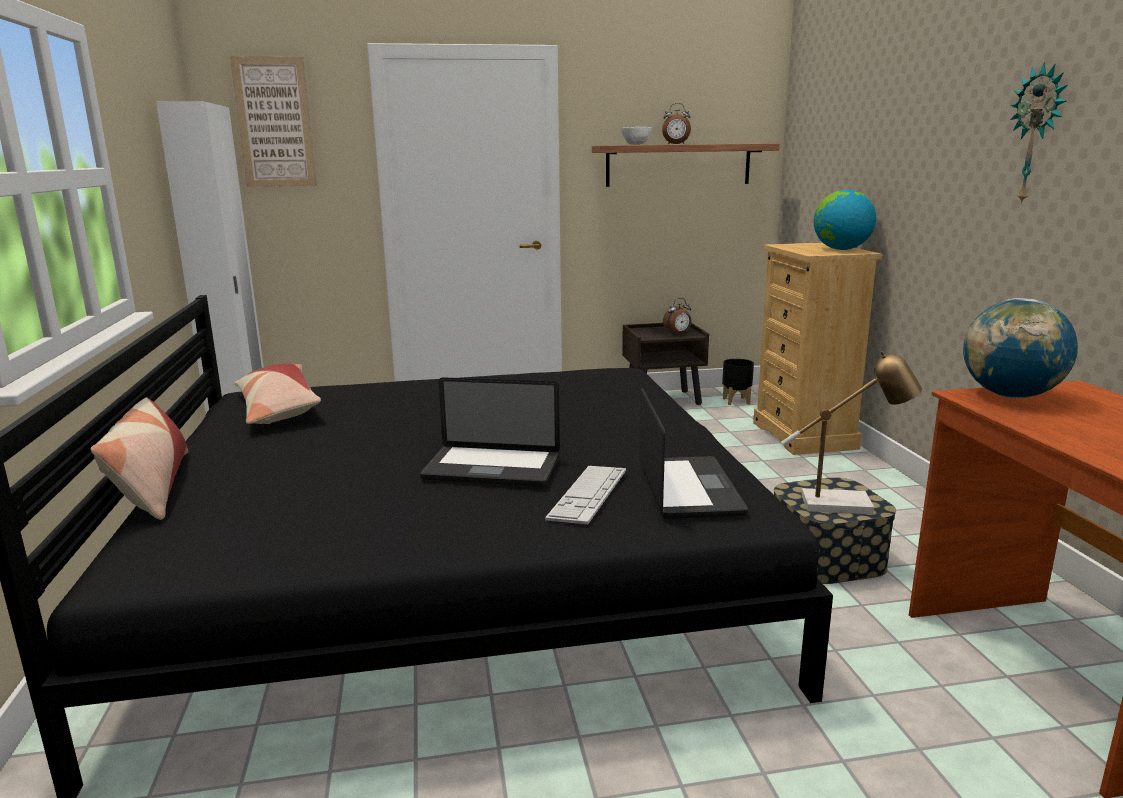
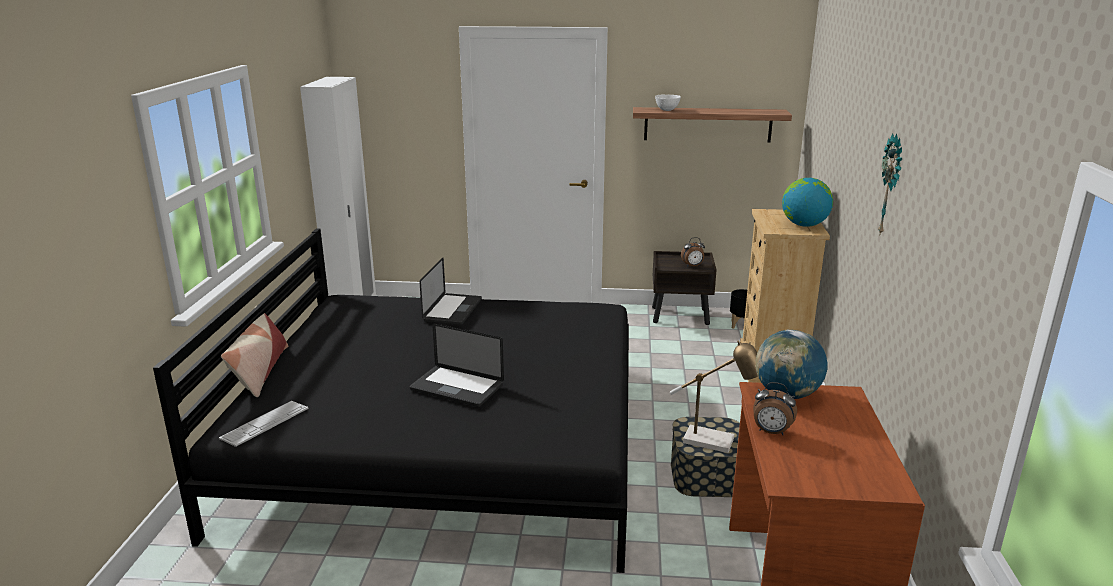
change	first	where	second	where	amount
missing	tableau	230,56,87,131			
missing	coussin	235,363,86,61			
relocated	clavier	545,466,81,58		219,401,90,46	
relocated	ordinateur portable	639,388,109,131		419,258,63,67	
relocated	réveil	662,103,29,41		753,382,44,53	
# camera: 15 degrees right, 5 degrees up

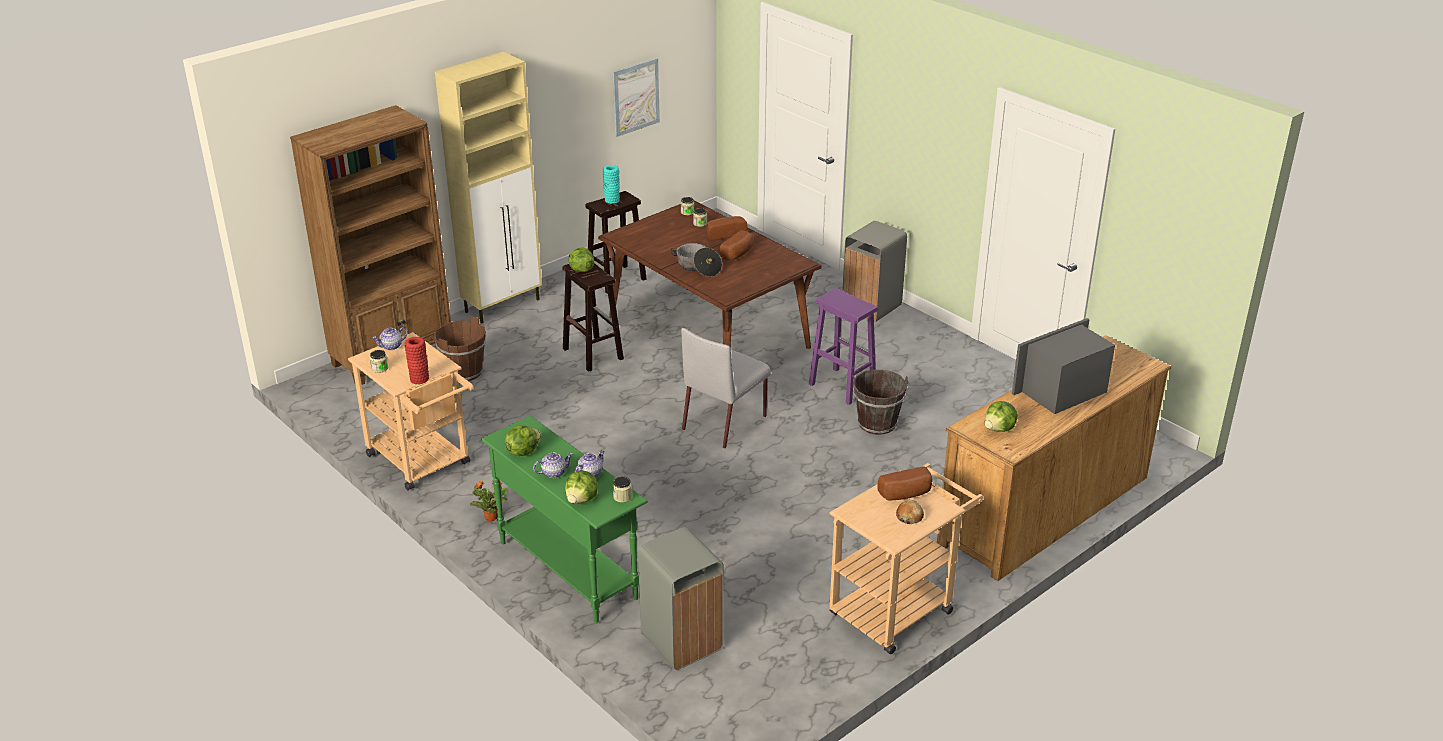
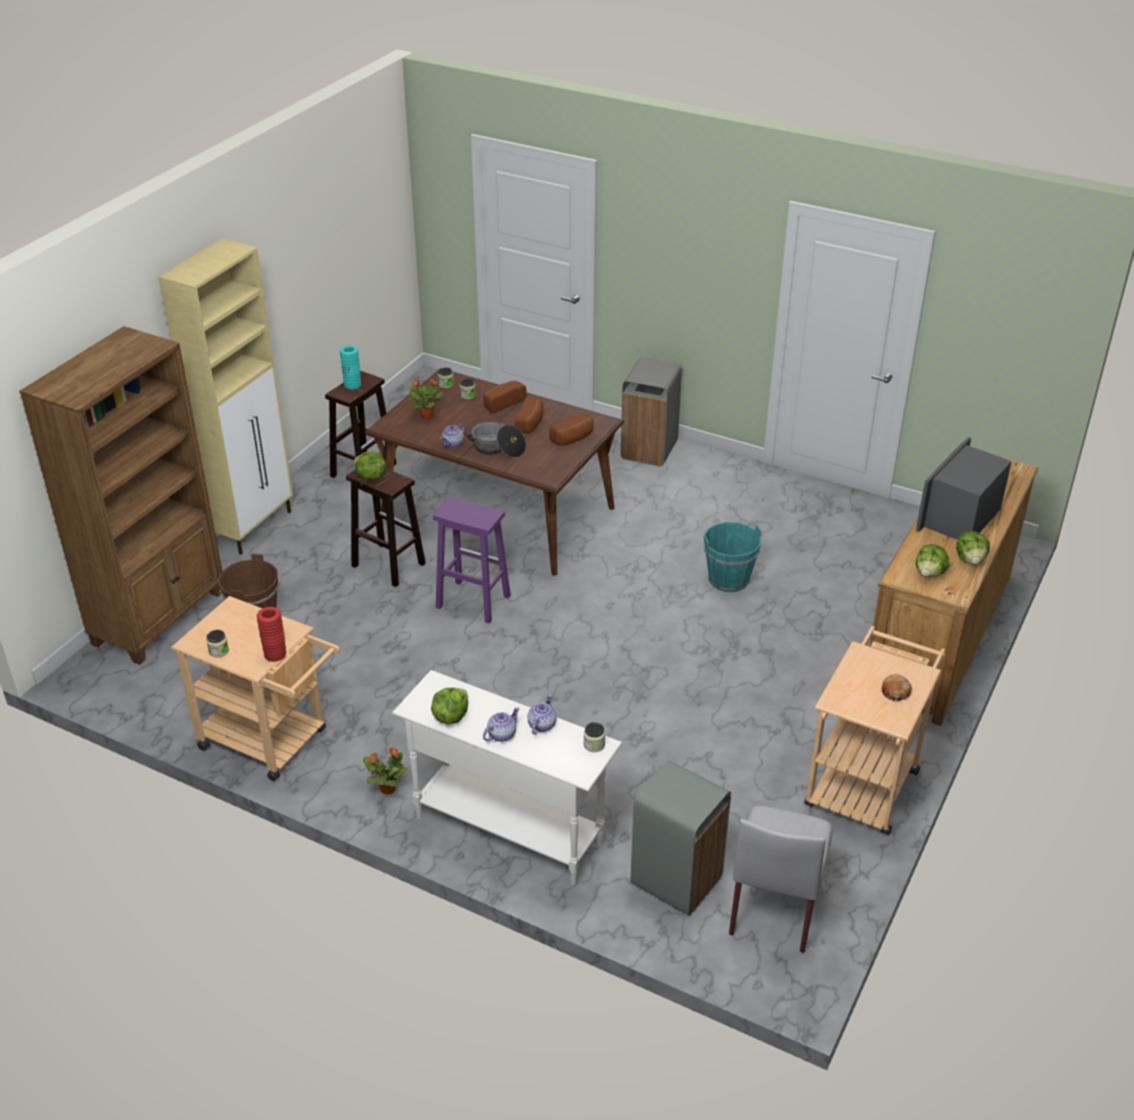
change	first	where	second	where	amount
relocated	théière	373,327,35,23		440,423,25,25	
colour	table console (vert)	481,416,167,207	table console (blanc)	392,670,230,215	
relocated	laitue	565,470,33,33		956,531,34,33	
missing	tableau	612,58,48,79			
relocated	chaise (gris)	681,328,90,121		729,805,104,148	
relocated	tabouret (violet)	809,288,69,117		433,497,78,127	
colour	seau (marron)	853,370,55,65	seau (turquoise)	704,522,58,70	
relocated	pain	877,467,55,33		549,412,44,34	
appeared			plante en pot	408,379,35,40	
# camera: 20 degrees left, 5 degrees up

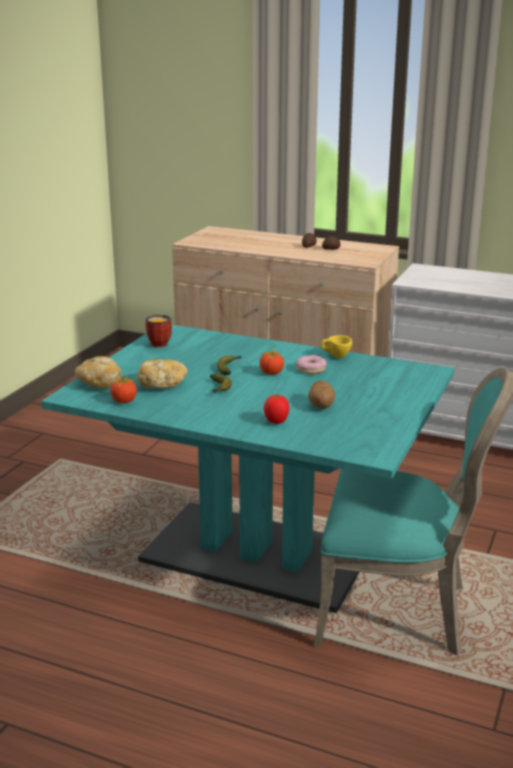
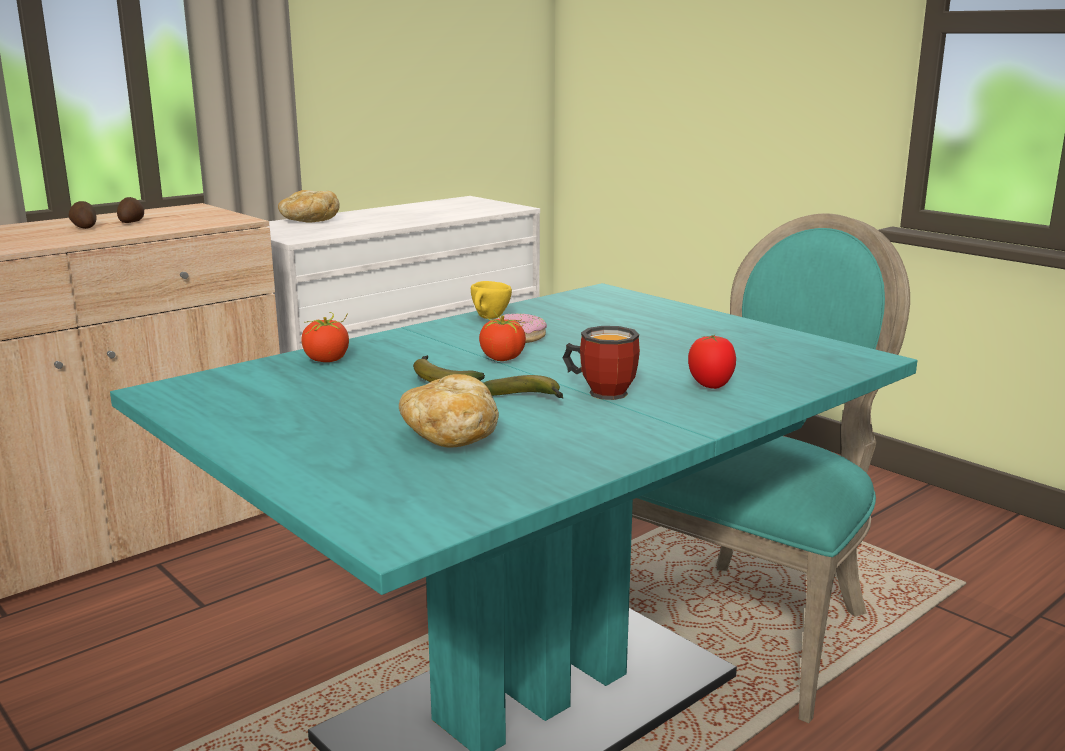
change	first	where	second	where	amount
relocated	pain	75,356,47,32		278,190,62,32	
relocated	tomate	110,378,27,25		301,312,48,50	
relocated	mug	146,315,26,33		563,326,77,74	
missing	pomme de terre	308,381,27,28			
# camera: 65 degrees left, 5 degrees down

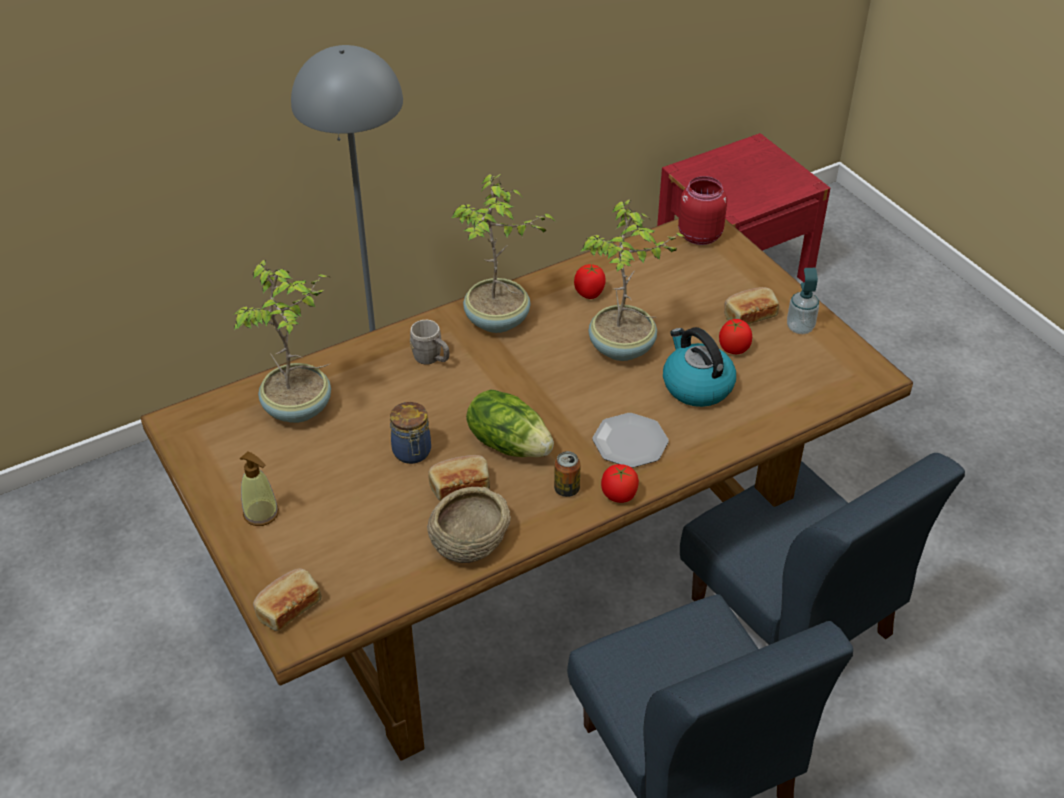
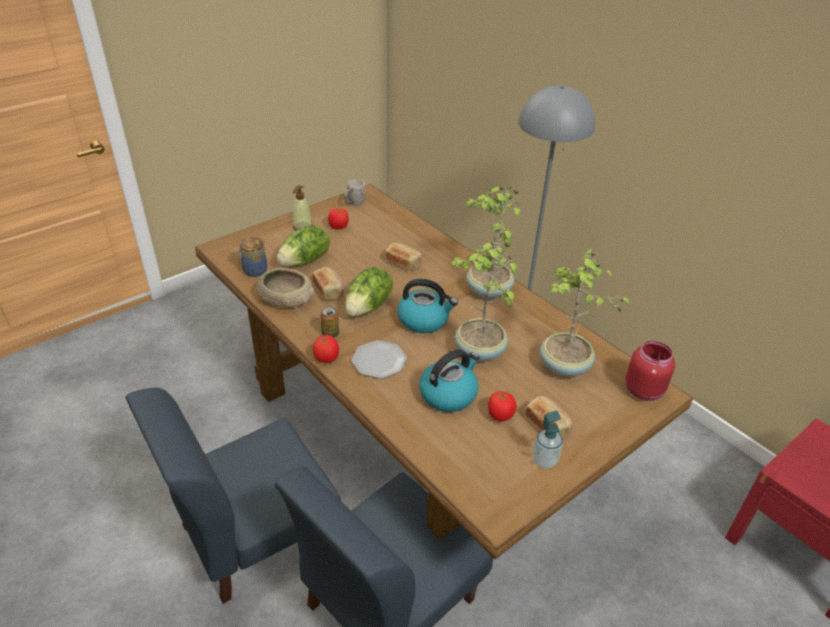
change	first	where	second	where	amount
relocated	plante en pot	233,260,98,163		540,250,90,127	
relocated	pain	253,568,69,63		385,243,38,28	
relocated	bocal	390,402,41,62		237,237,30,40	
relocated	mug (gris)	410,320,39,45		344,179,22,27	
relocated	tomate	574,264,32,35		328,208,21,22	
appeared			laitue	277,225,53,41	
appeared			bouilloire	397,279,61,54	
# camera: 80 degrees right, 5 degrees down

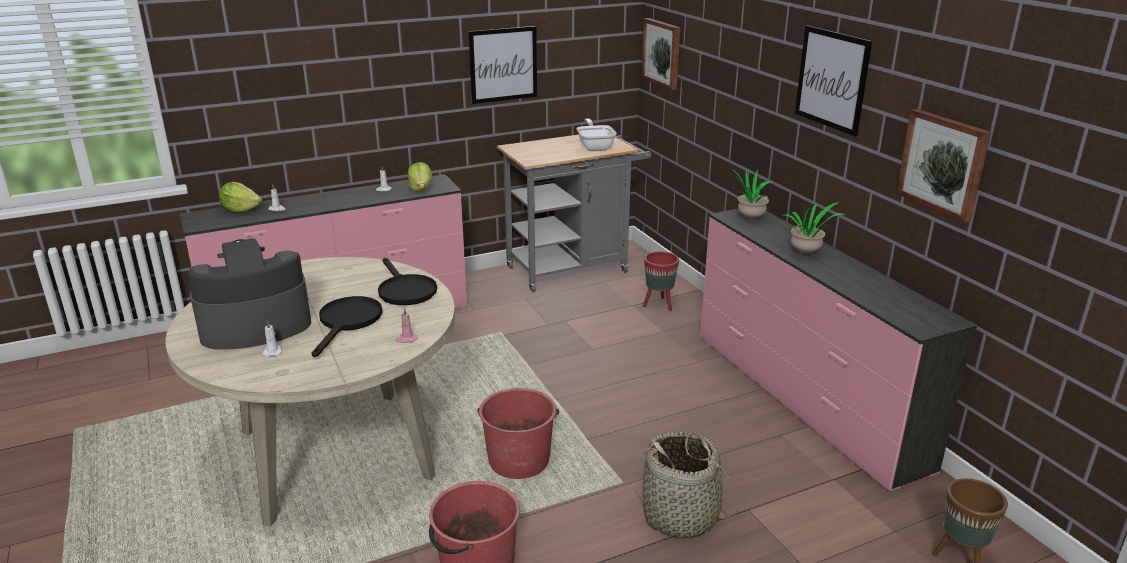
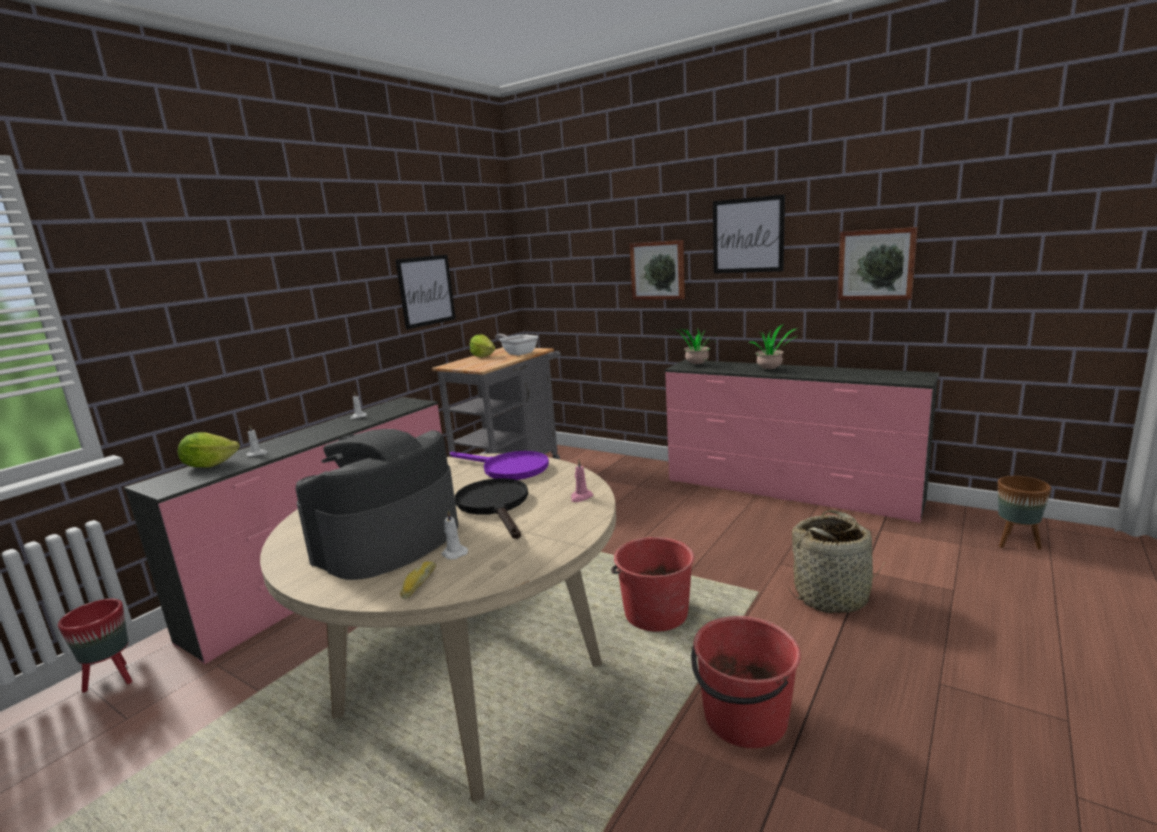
change	first	where	second	where	amount
colour	poêle (noir)	378,258,59,47	poêle (violet)	450,451,99,29	
relocated	laitue	408,162,25,30		470,335,25,23	
relocated	tableau	641,18,39,72		630,240,55,60	
relocated	cache-pot (rouge)	643,251,36,60		58,599,74,94	
appeared			pain	400,561,36,38	
# camera: 30 degrees left, 10 degrees down

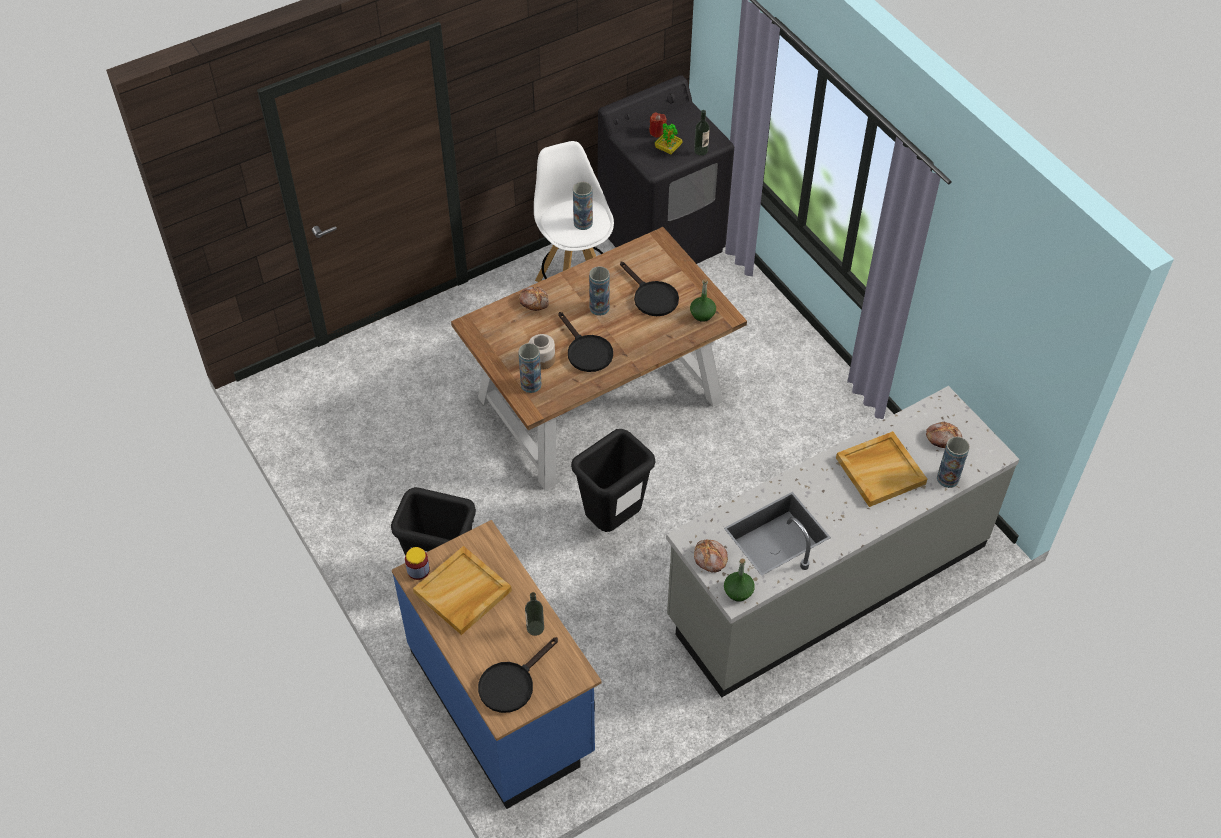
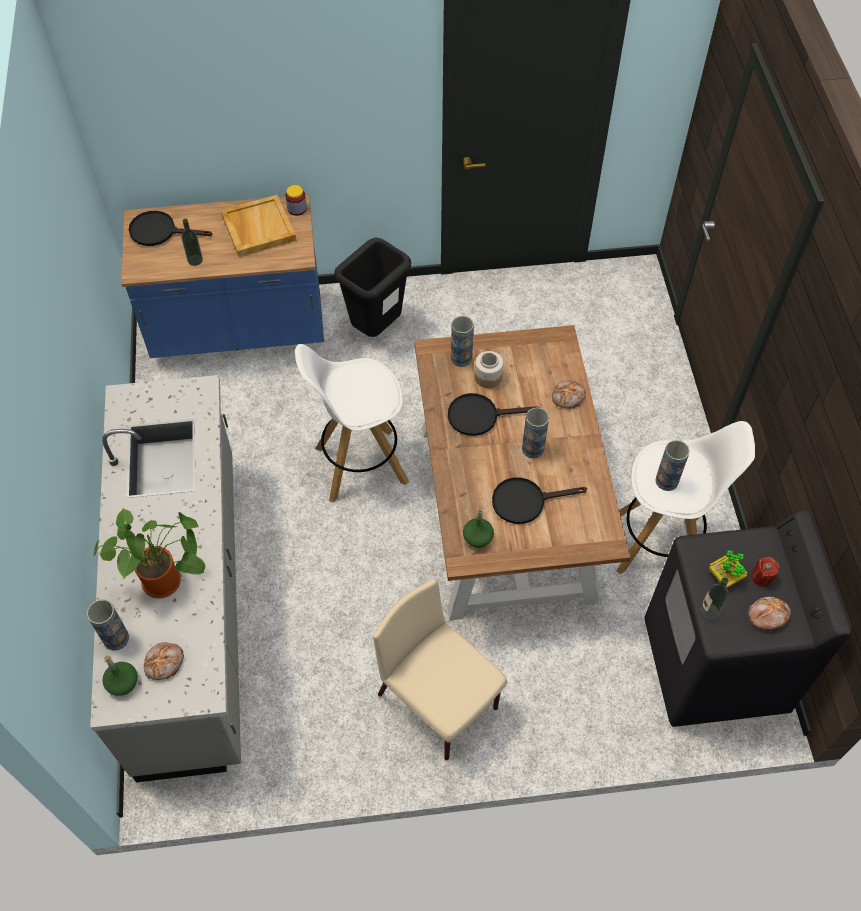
change	first	where	second	where	amount
spun	poêle (noir)	478,637,80,76		129,211,84,35	60 degrees counterclockwise
exchanged	poubelle (noir)	571,429,84,103	tabouret (blanc)	295,344,114,159	
relocated	pain	694,539,34,34		748,597,43,34	
relocated	bouteille (vert)	724,559,31,43		102,655,36,41	
exchanged	plateau (beige)	836,431,91,76	plante en pot	93,508,112,90	
appeared			chaise (beige)	373,579,134,181	
# camera: 115 degrees right, 5 degrees up

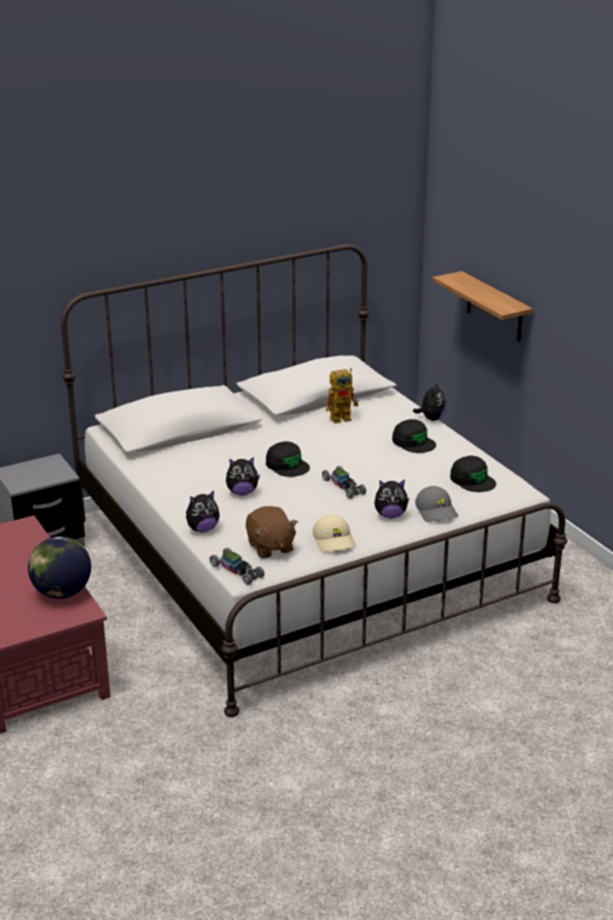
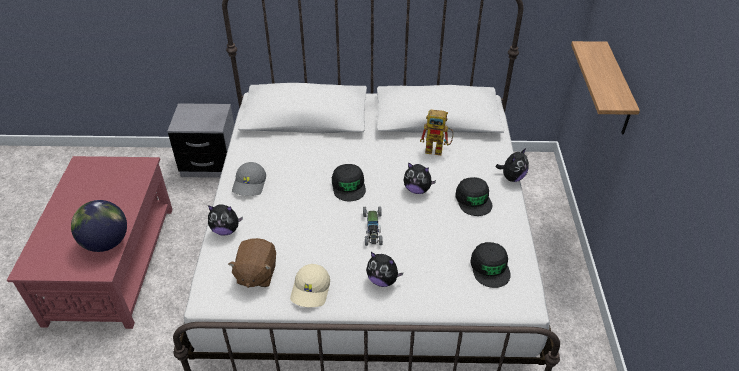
change	first	where	second	where	amount
missing	petite voiture	209,548,55,37			
relocated	peluche	226,457,34,38		404,162,32,32	
relocated	casquette (gris)	415,486,43,36		232,162,34,34	
# camera: 30 degrees right, 15 degrees up

